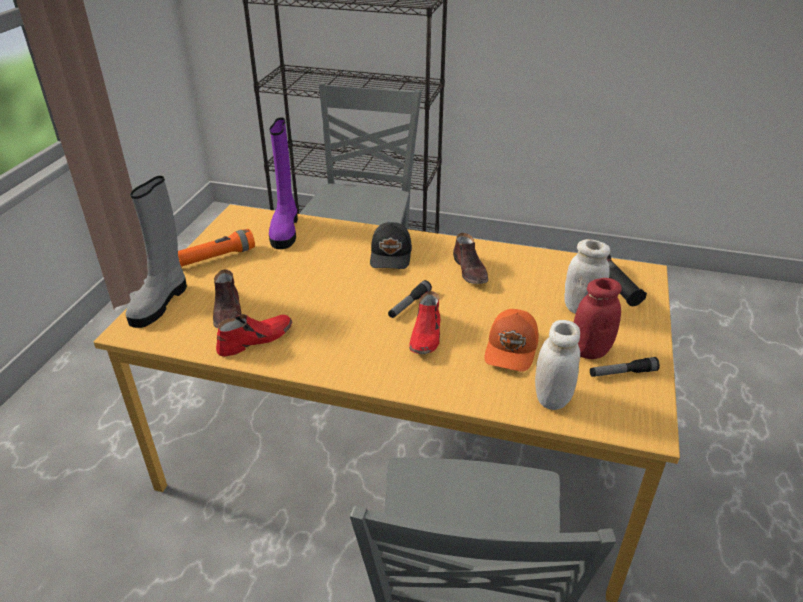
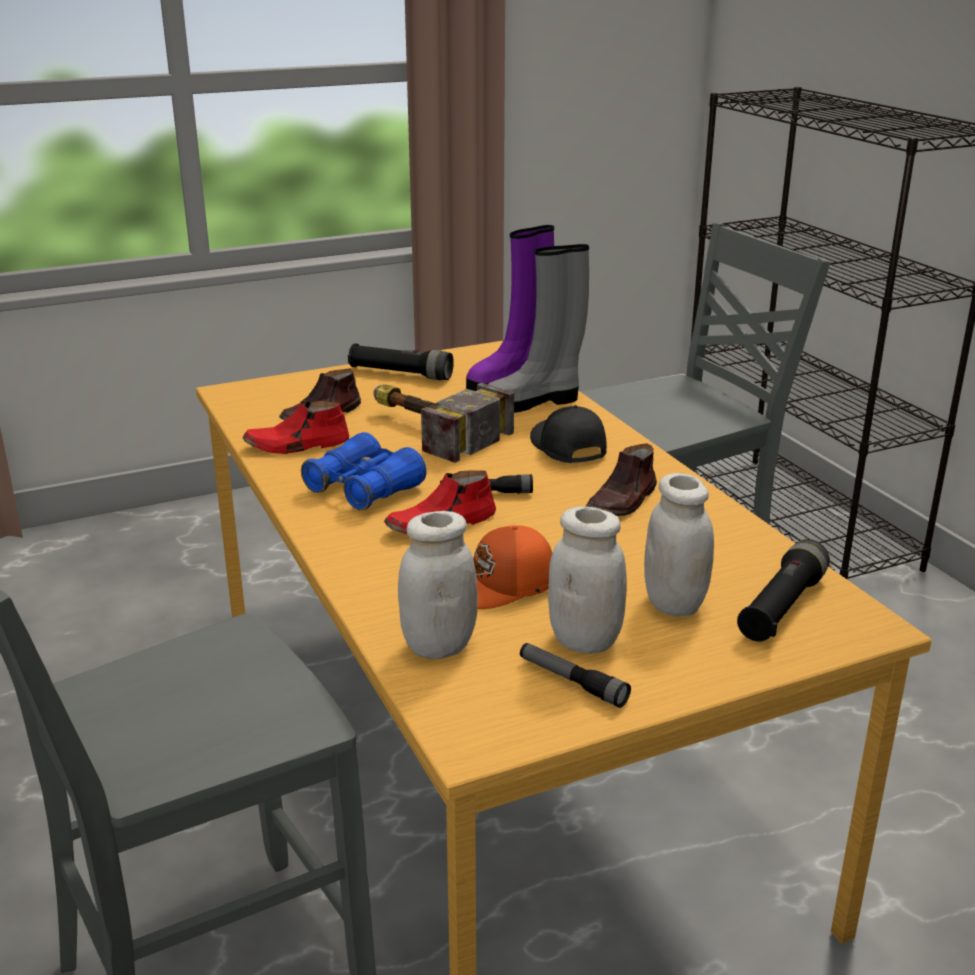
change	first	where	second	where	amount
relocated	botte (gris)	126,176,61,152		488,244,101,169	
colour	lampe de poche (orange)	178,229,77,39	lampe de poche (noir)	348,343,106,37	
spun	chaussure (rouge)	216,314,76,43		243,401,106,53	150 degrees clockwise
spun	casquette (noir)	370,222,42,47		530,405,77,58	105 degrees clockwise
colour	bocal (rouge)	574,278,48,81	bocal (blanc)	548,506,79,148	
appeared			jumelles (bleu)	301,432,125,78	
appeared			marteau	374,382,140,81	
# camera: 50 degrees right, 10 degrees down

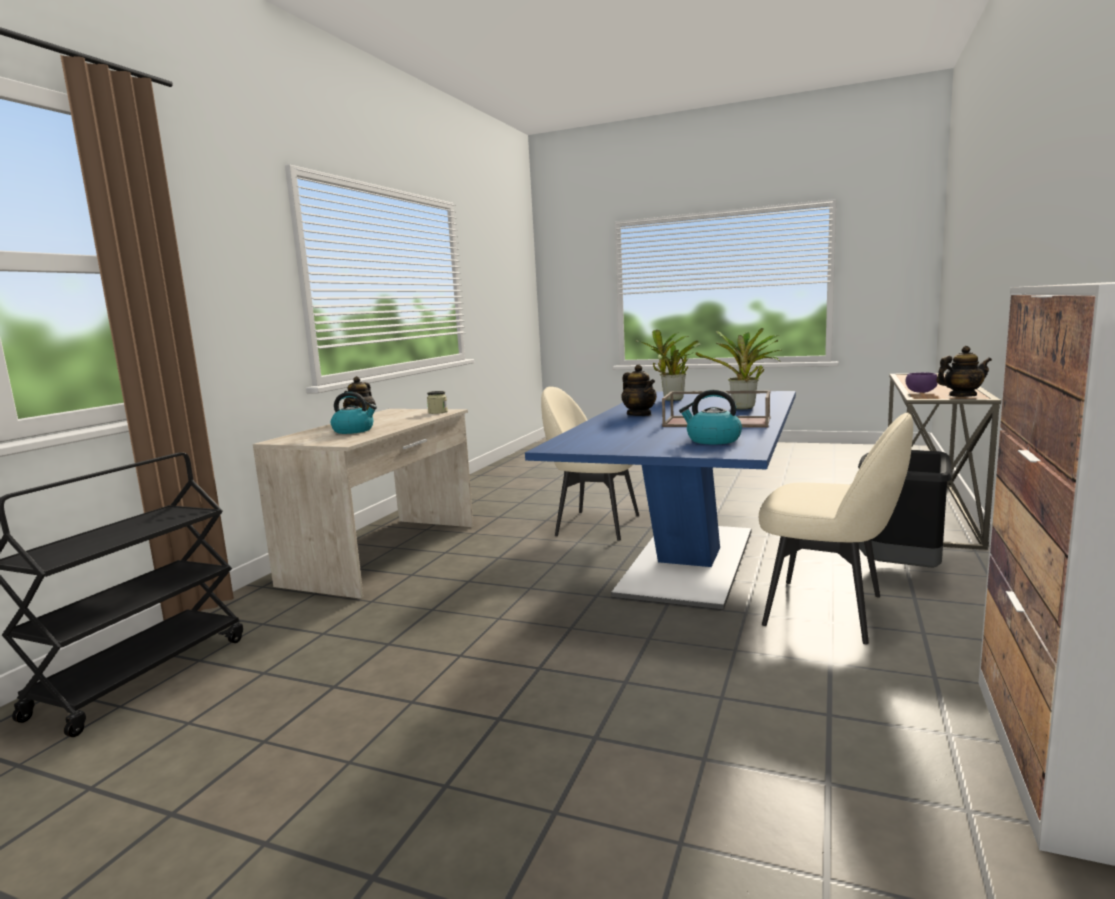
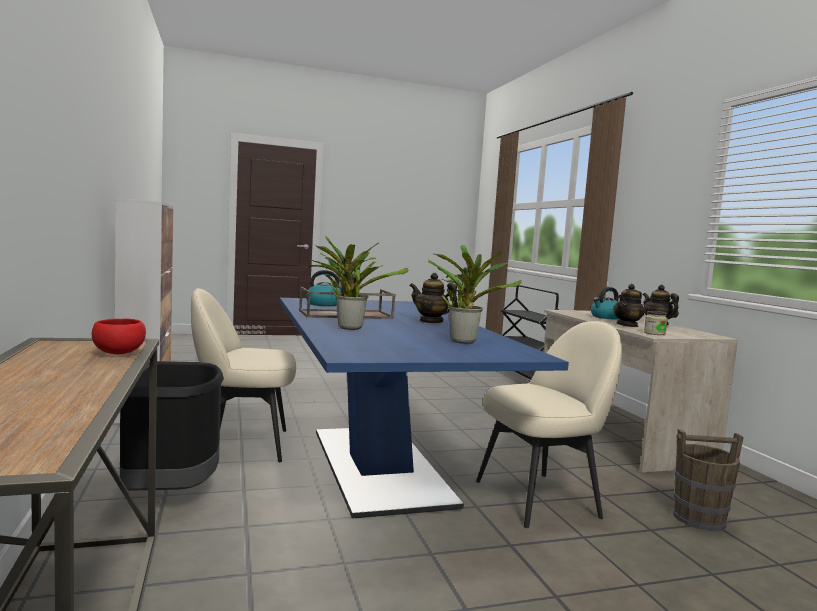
change	first	where	second	where	amount
colour	bol (violet)	906,372,32,21	bol (rouge)	92,319,54,35	
relocated	théière	937,346,55,51		613,284,32,43	
appeared			seau (marron)	673,429,71,102	
# camera: 140 degrees right, 5 degrees down

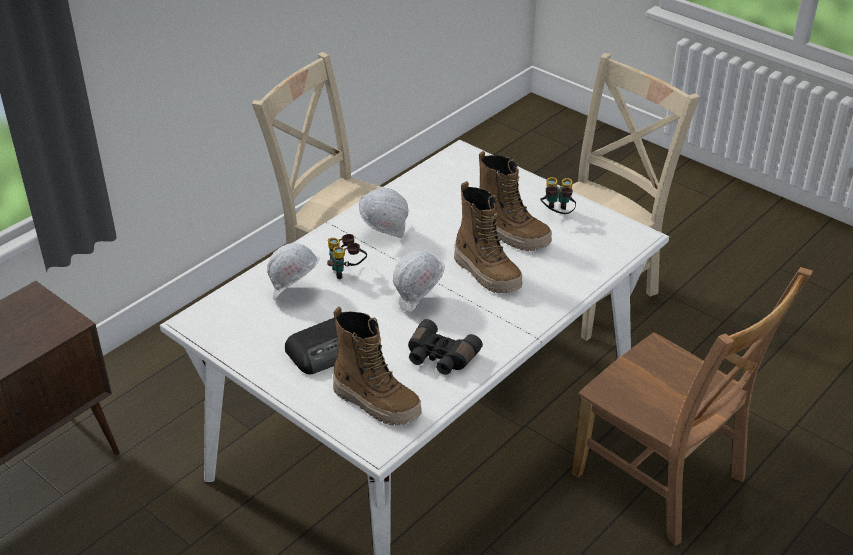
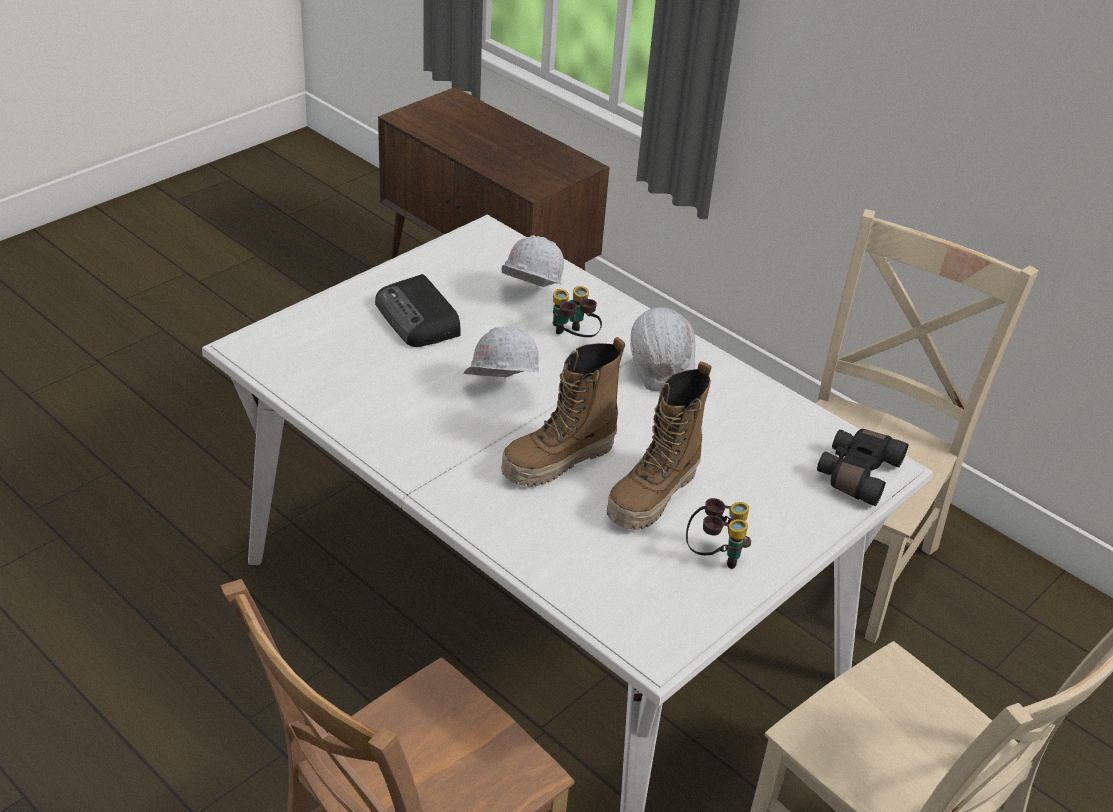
change	first	where	second	where	amount
missing	botte	333,307,89,119			
relocated	jumelles (noir)	408,319,75,56		817,429,91,77	
# camera: 90 degrees right, 0 degrees up

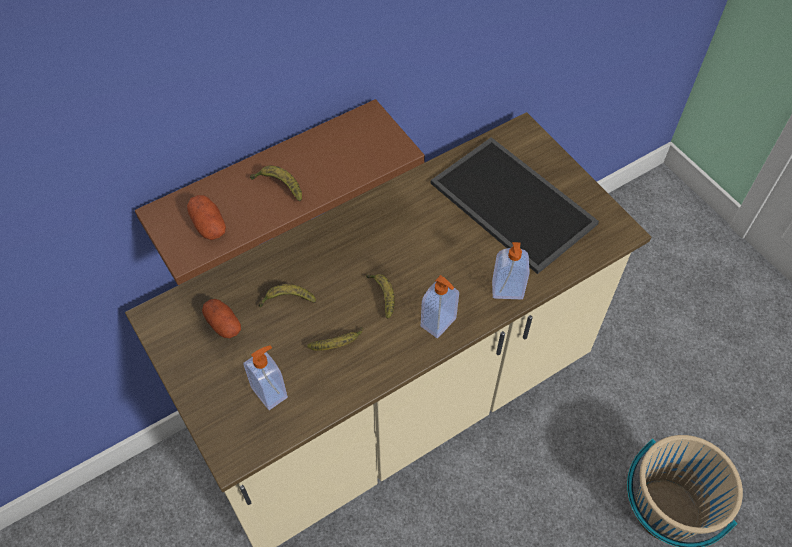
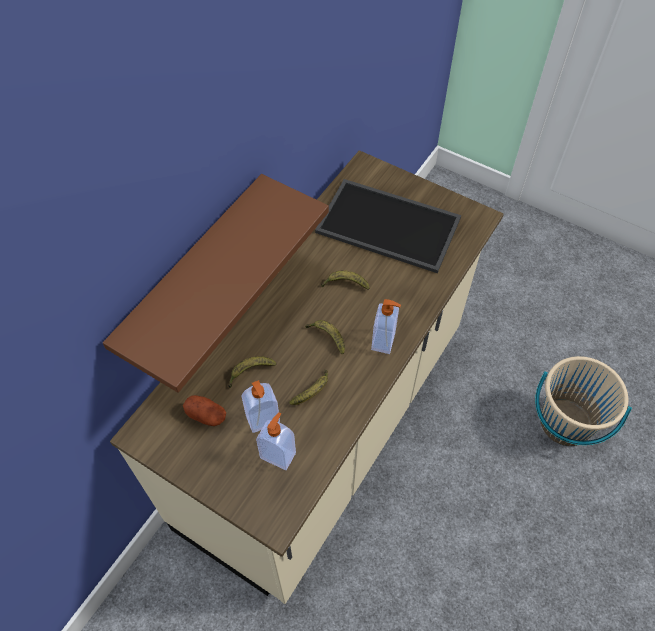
change	first	where	second	where	amount
missing	pomme de terre	187,195,39,45			
relocated	banane	250,166,52,36		321,270,49,20	
relocated	distributeur de savon	492,242,38,57		242,380,38,53	
# camera: 25 degrees left, 0 degrees up

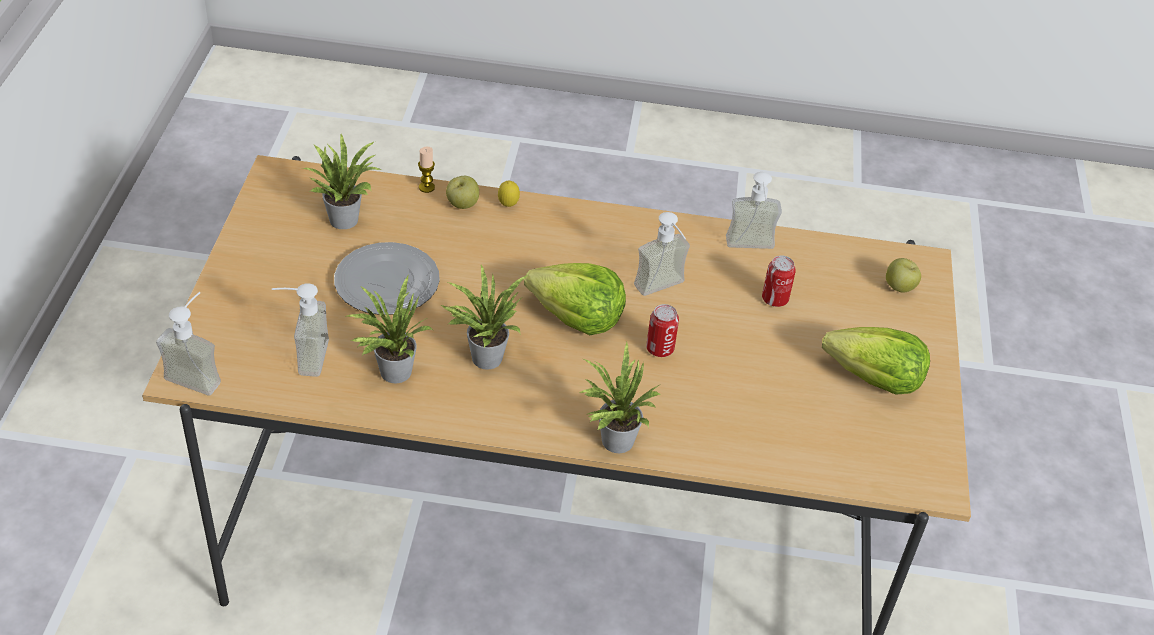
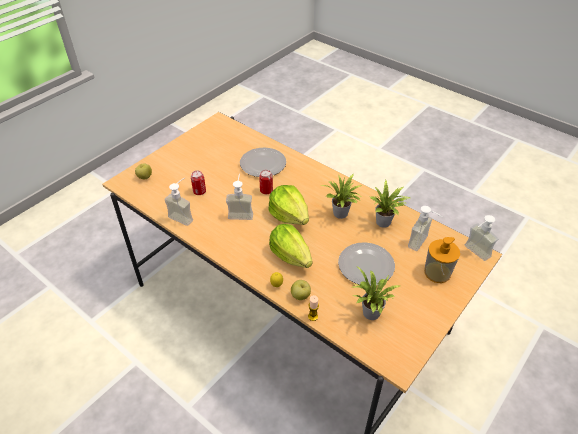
change	first	where	second	where	amount
missing	plante en pot	579,342,83,111			
relocated	laitue	822,327,108,68		269,224,44,44	
appeared			assiette	240,148,46,29	
appeared			distributeur de savon	424,237,36,46	
# camera: 145 degrees left, 0 degrees up

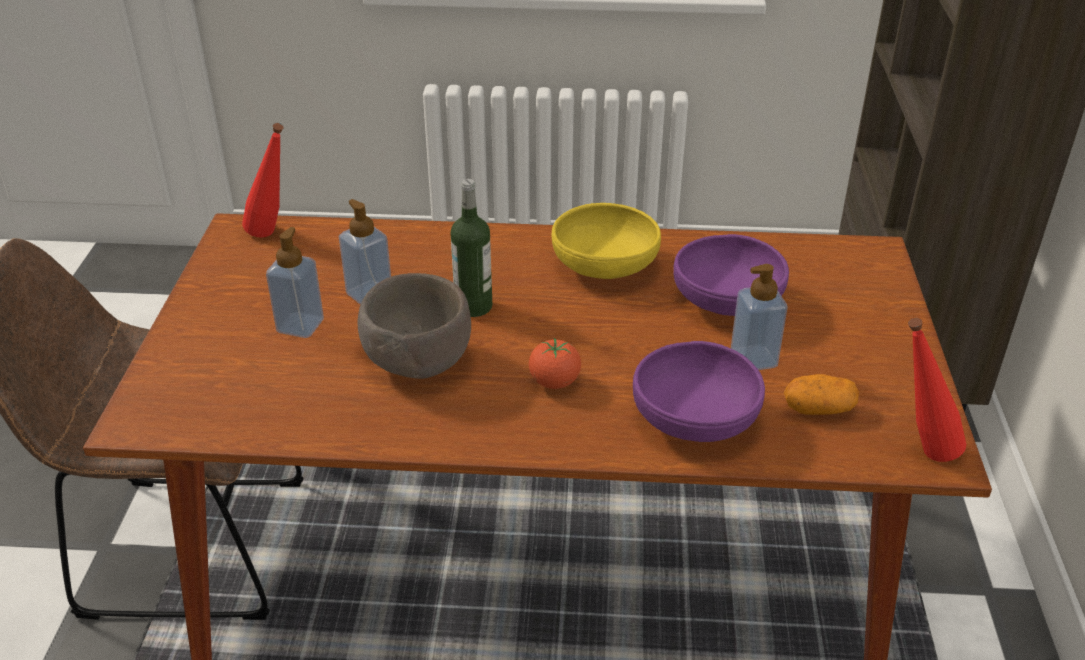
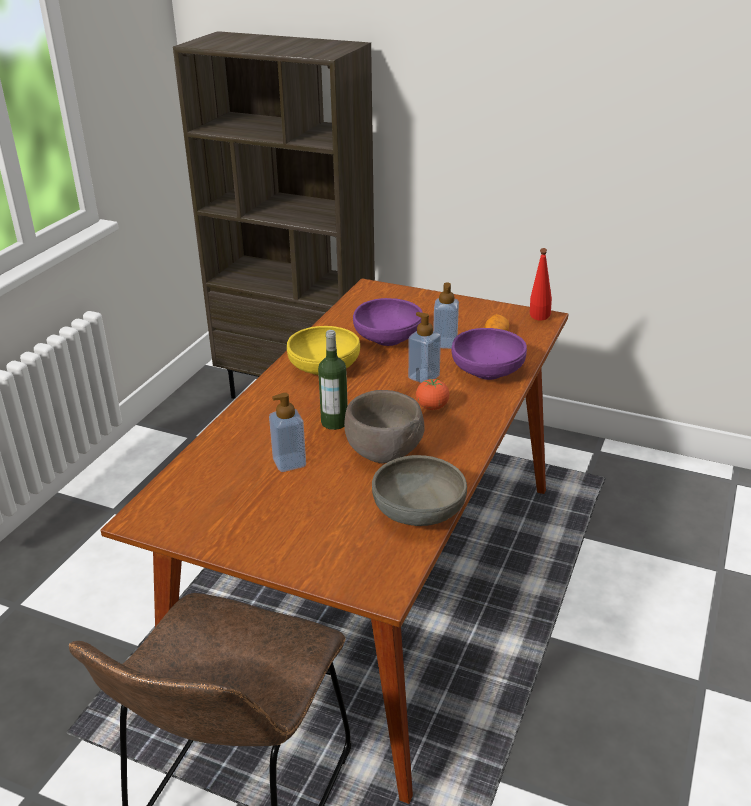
change	first	where	second	where	amount
missing	bouteille (rouge)	242,123,42,114			
relocated	distributeur de savon	266,227,58,111		408,312,33,71	
appeared			bol (gris)	372,455,95,71	
# camera: 70 degrees left, 5 degrees down

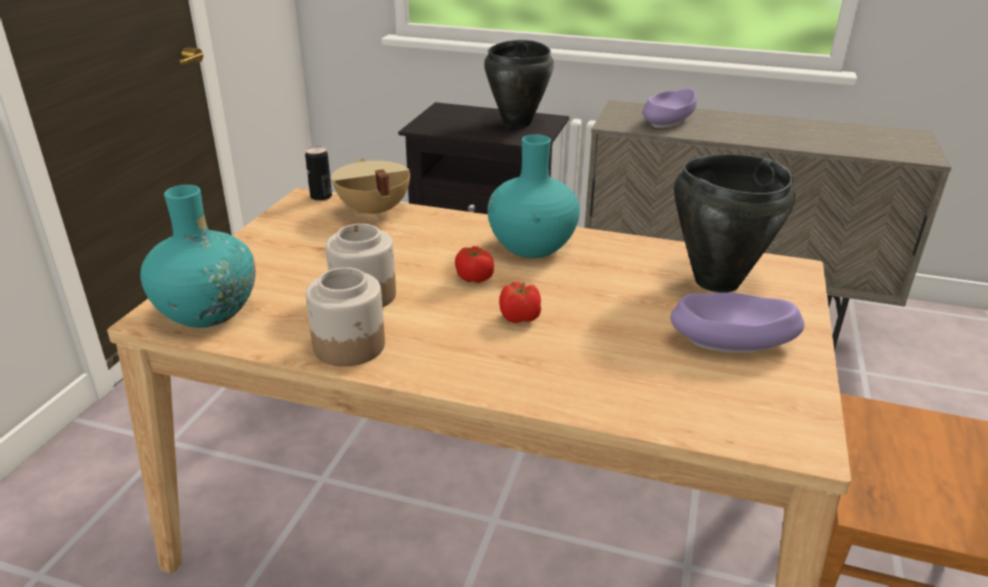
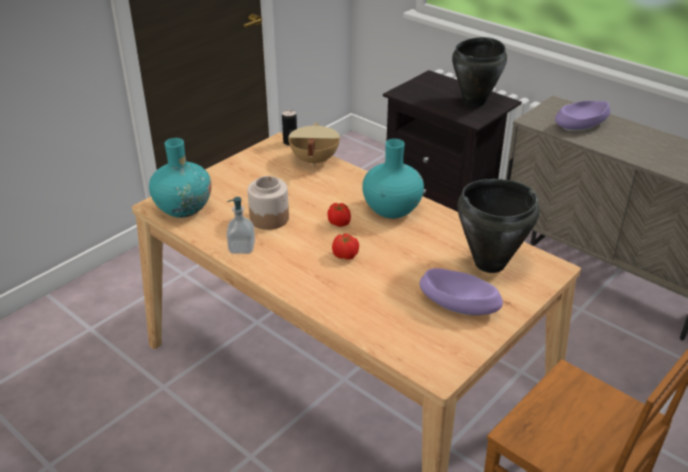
change	first	where	second	where	amount
exchanged	bocal	306,267,79,99	distributeur de savon	226,197,29,57	
# camera: 25 degrees right, 5 degrees up

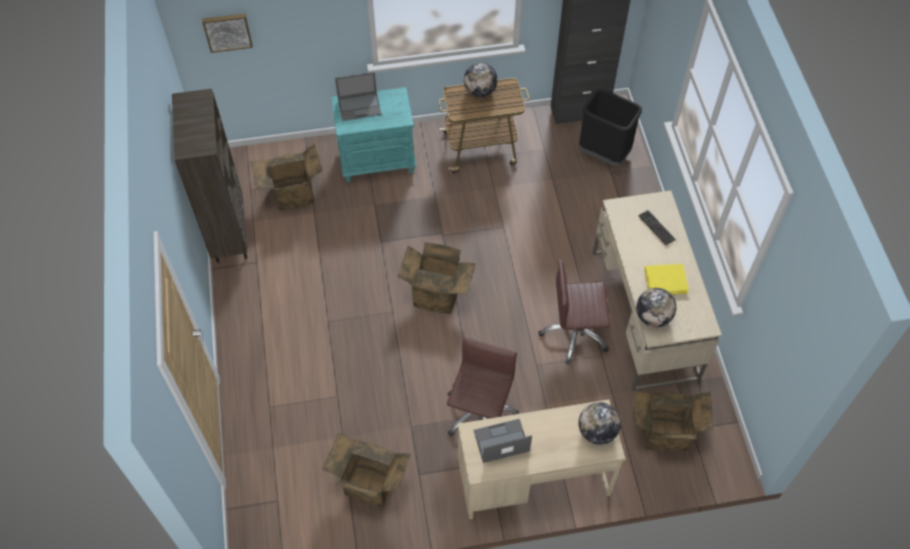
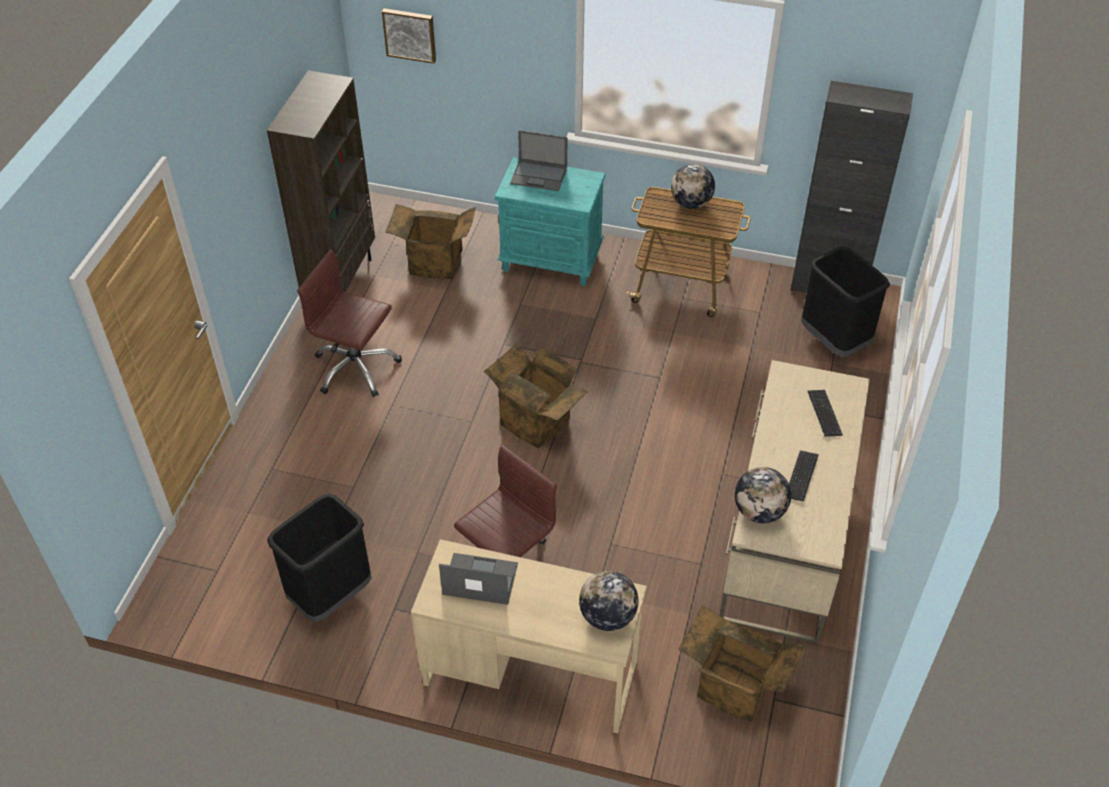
change	first	where	second	where	amount
exchanged	carton	322,433,89,74	poubelle (noir)	267,494,105,128	
relocated	chaise de bureau (marron)	539,260,71,105		297,249,105,148	
exchanged	livre (jaune)	645,264,44,31	clavier	789,450,30,52	
# camera: 25 degrees right, 10 degrees down

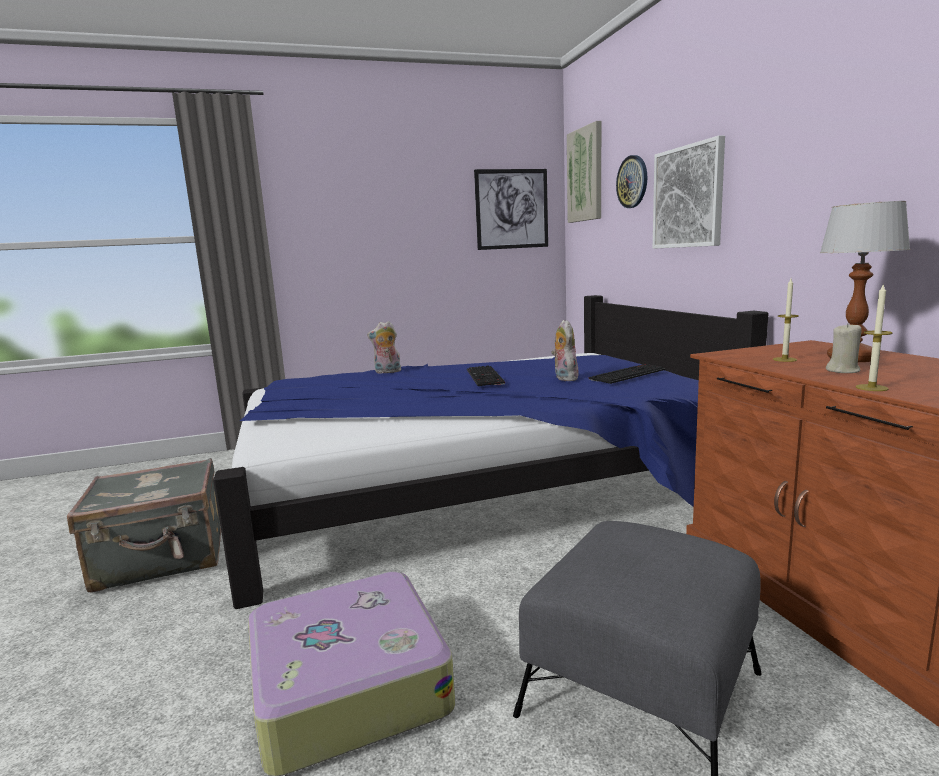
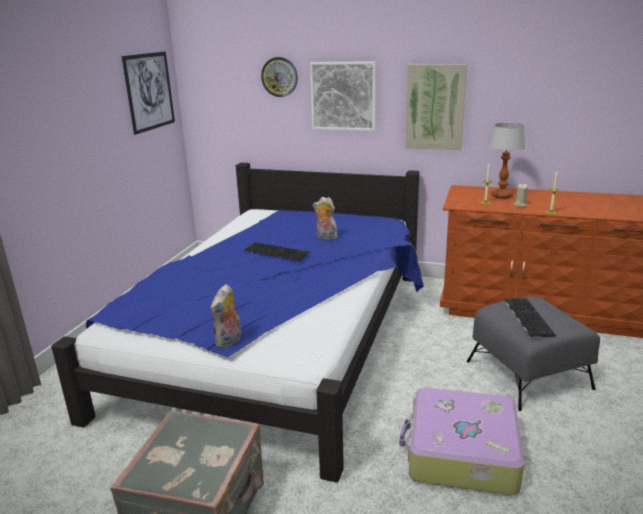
change	first	where	second	where	amount
relocated	peluche	367,321,35,53		211,284,30,65	
relocated	tableau	567,121,34,102		405,64,62,86	
relocated	clavier	589,364,76,20		504,298,52,40	
# camera: 55 degrees left, 10 degrees up

